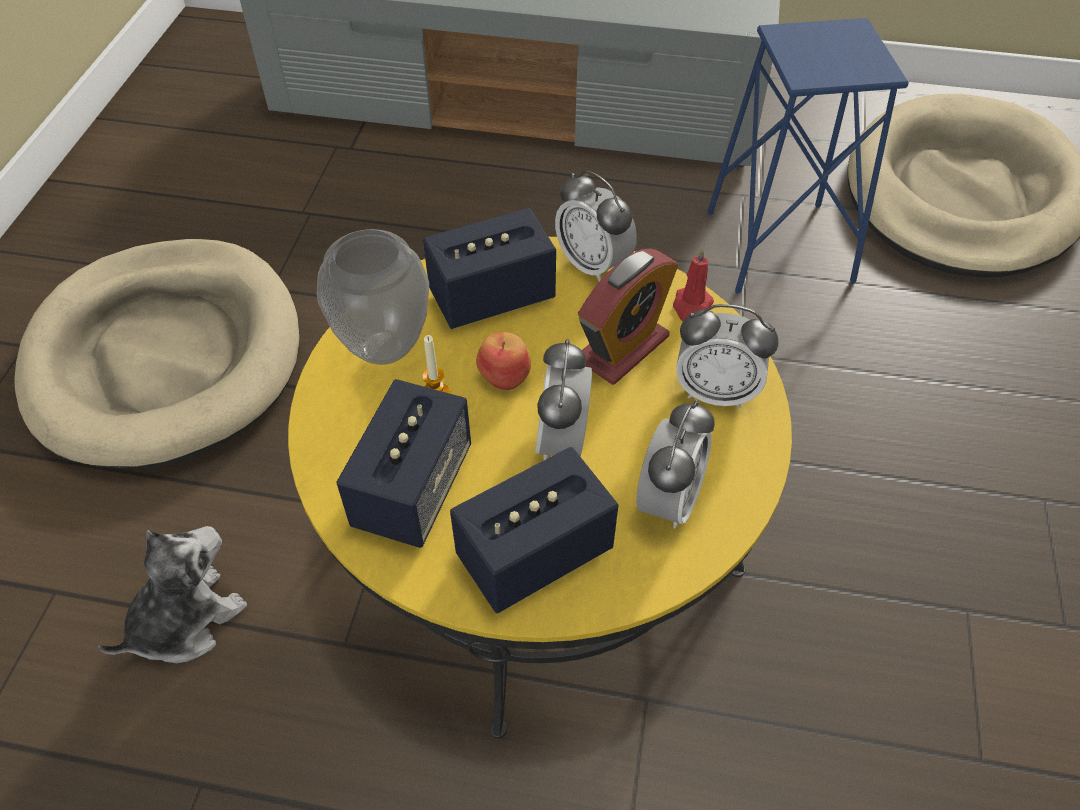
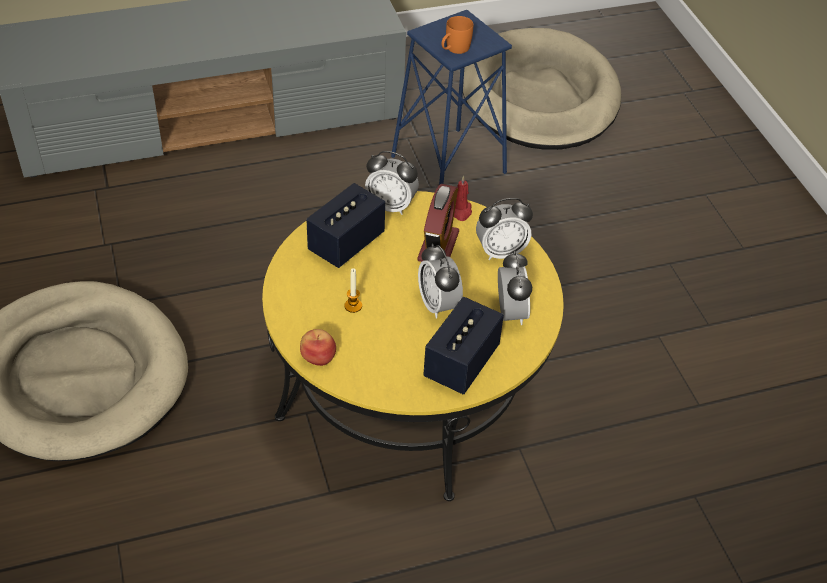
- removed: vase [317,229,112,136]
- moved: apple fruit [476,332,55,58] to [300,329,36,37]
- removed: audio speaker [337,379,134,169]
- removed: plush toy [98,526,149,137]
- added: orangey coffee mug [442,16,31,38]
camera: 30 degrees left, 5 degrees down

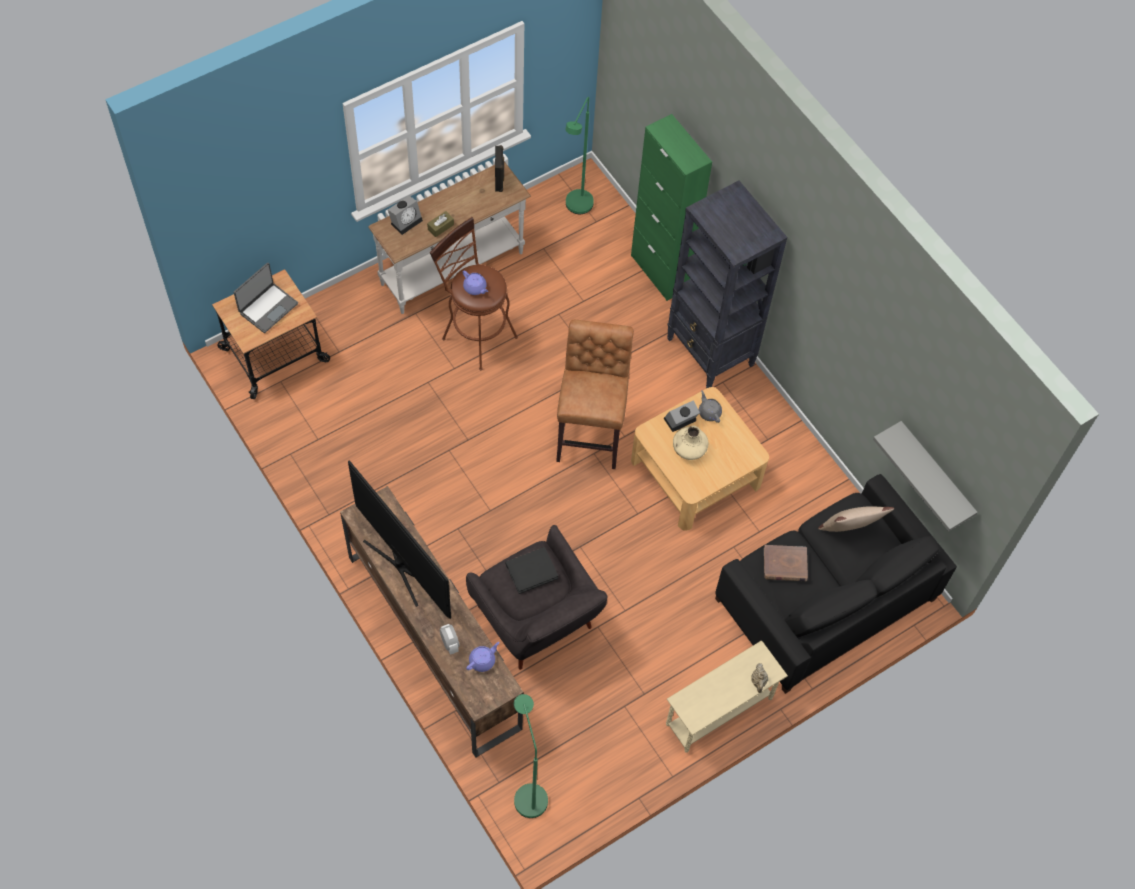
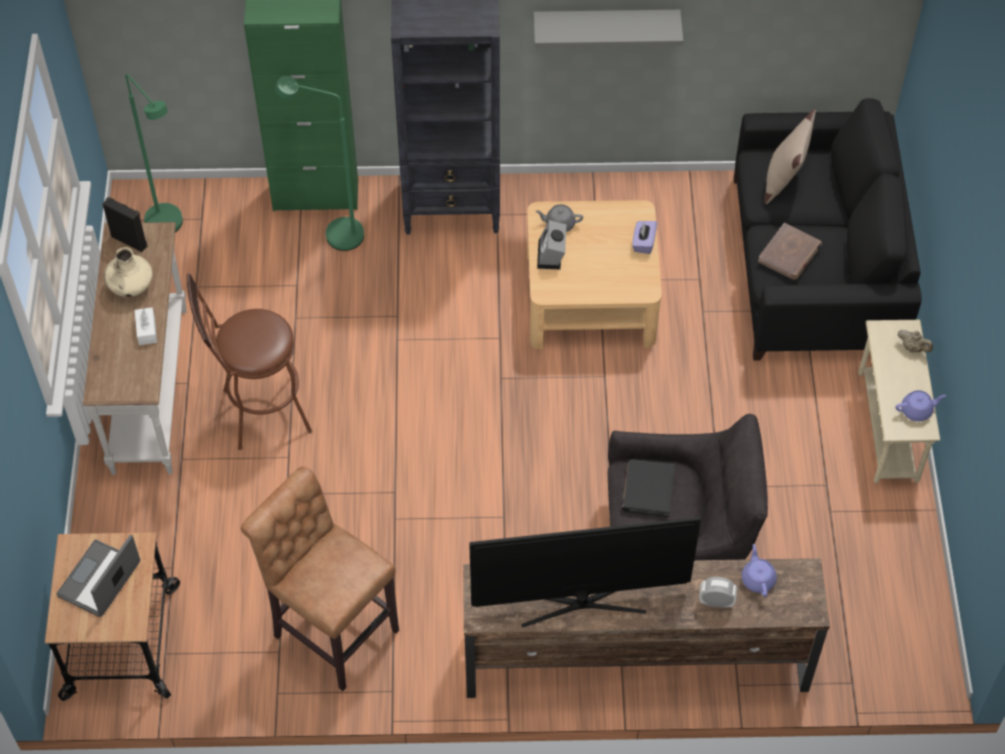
- removed: alarm clock [388,196,35,39]
- recoloured: brown tissue holder [427,211,27,26] to whitish tissue holder [135,307,22,38]
- turned: notebook computer [234,262,64,71] = [56,535,85,82] 135 degrees counterclockwise
- moved: purple-coloured tea pot [463,270,25,25] to [896,390,50,31]
- moved: brown stool [556,320,78,149] to [241,466,158,225]
- moved: gray bracket shelf [873,421,104,110] to [533,10,150,38]
- moved: beige vase [673,426,35,34] to [104,247,49,50]
- moved: greenish floor lamp [514,694,34,124] to [275,76,89,175]
- added: purple-coloured tissue holder [632,221,25,33]
camera: 55 degrees left, 5 degrees down

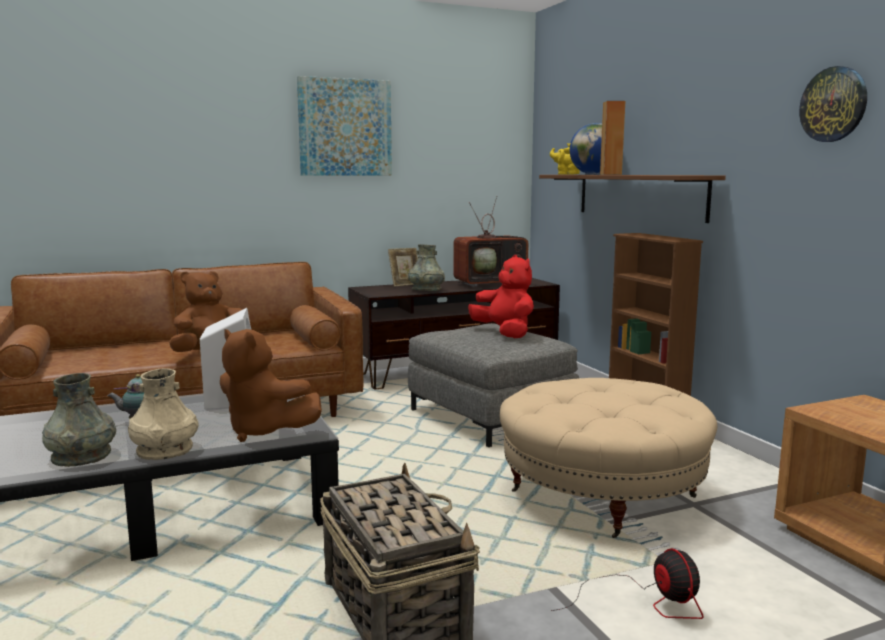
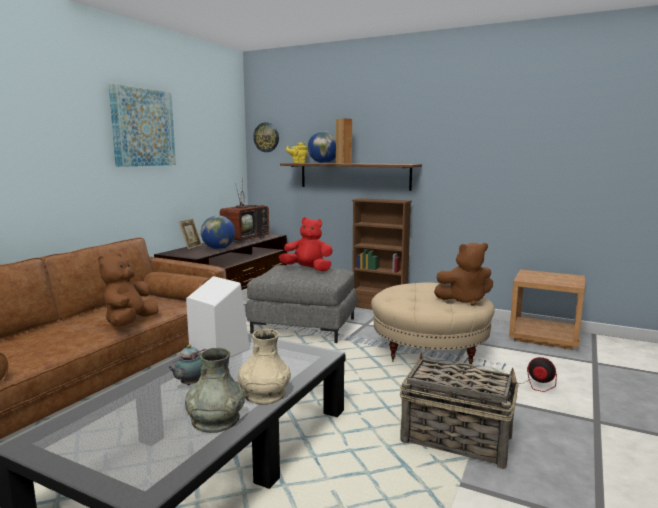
- moved: hanging clock [799,66,68,76] to [253,122,26,30]
- replaced: gray vase [408,244,37,47] to globe [201,215,34,34]
- moved: brown plush toy [220,329,102,113] to [434,243,59,63]
camera: 40 degrees left, 0 degrees up

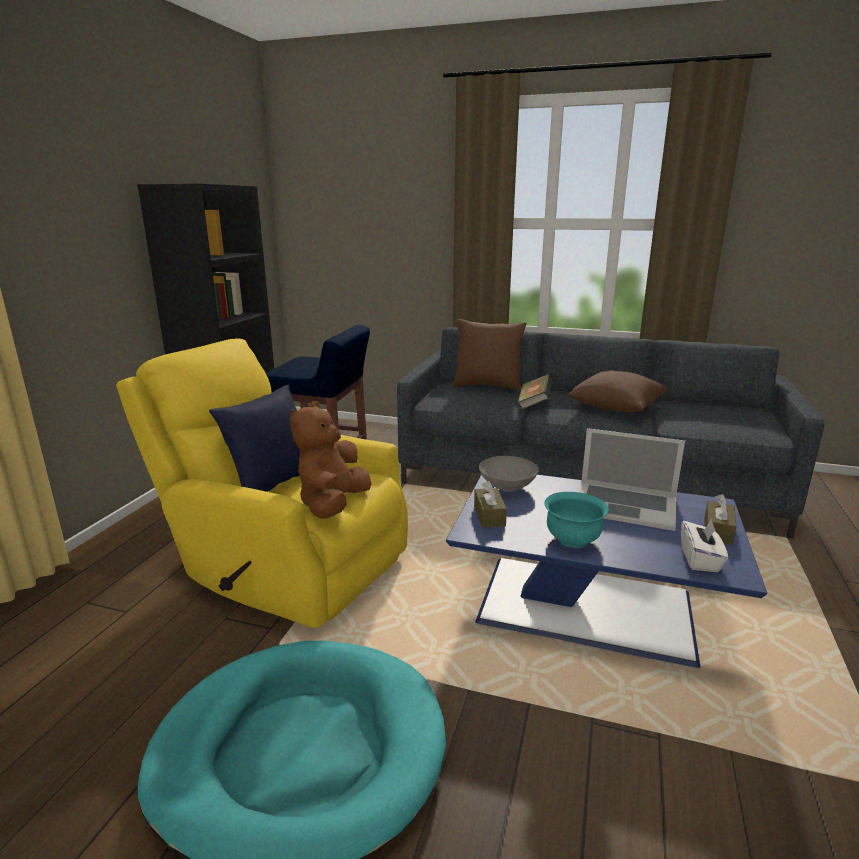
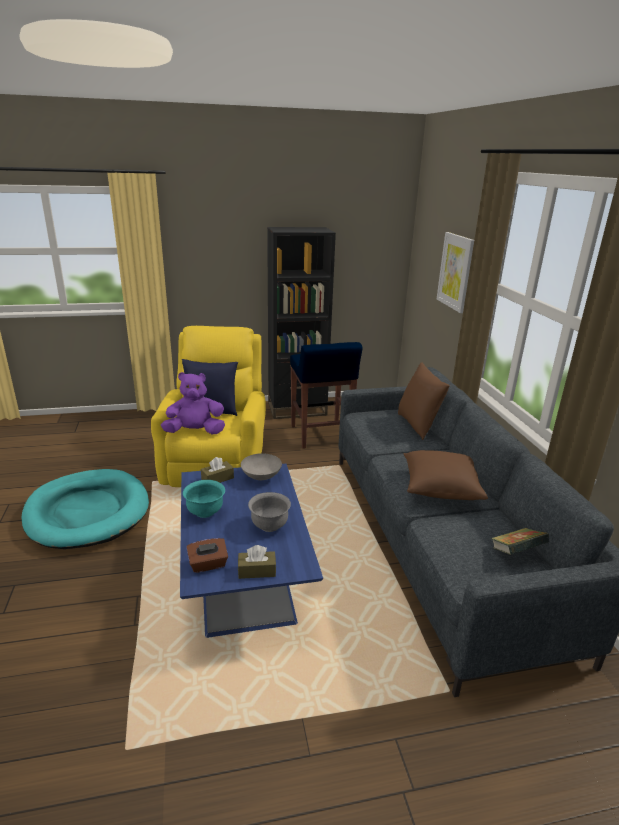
- moved: volume [518,374,34,35] to [491,528,58,27]
- recoloured: brown plush toy [290,401,81,118] to purple-coloured plush toy [161,372,64,62]
- replaced: notebook computer [578,428,107,103] to gray serving bowl [248,492,43,40]
- recoloured: whitish tissue holder [681,520,47,52] to brown tissue holder [186,538,42,35]
- added: picture [437,232,37,81]
camera: 60 degrees right, 5 degrees up

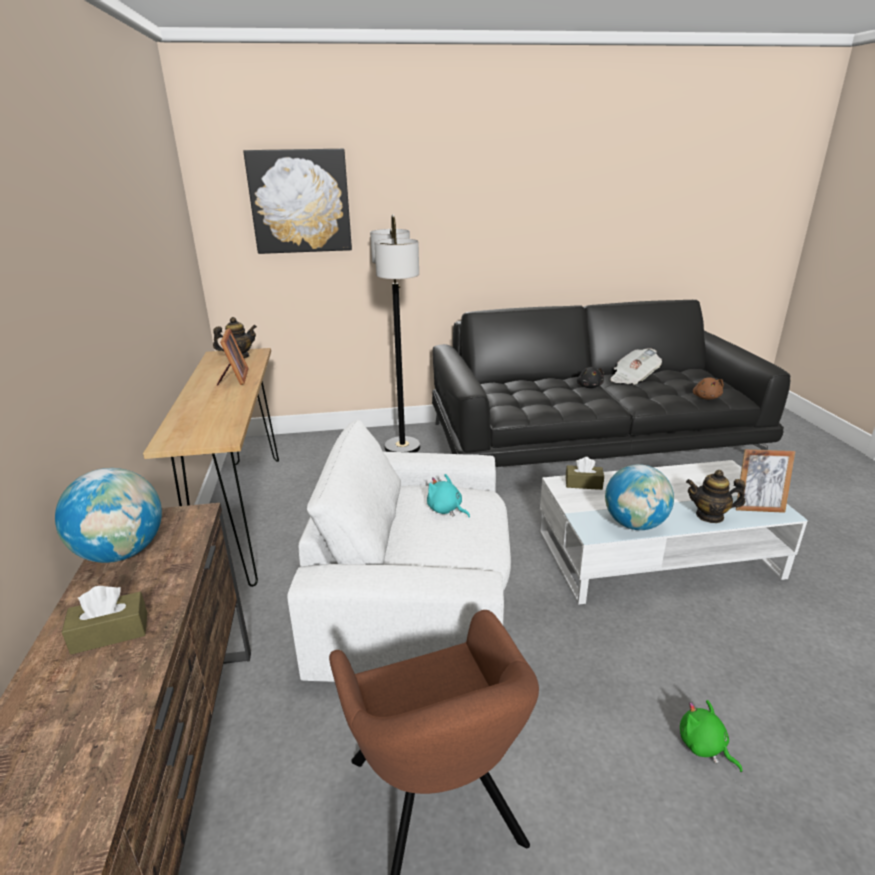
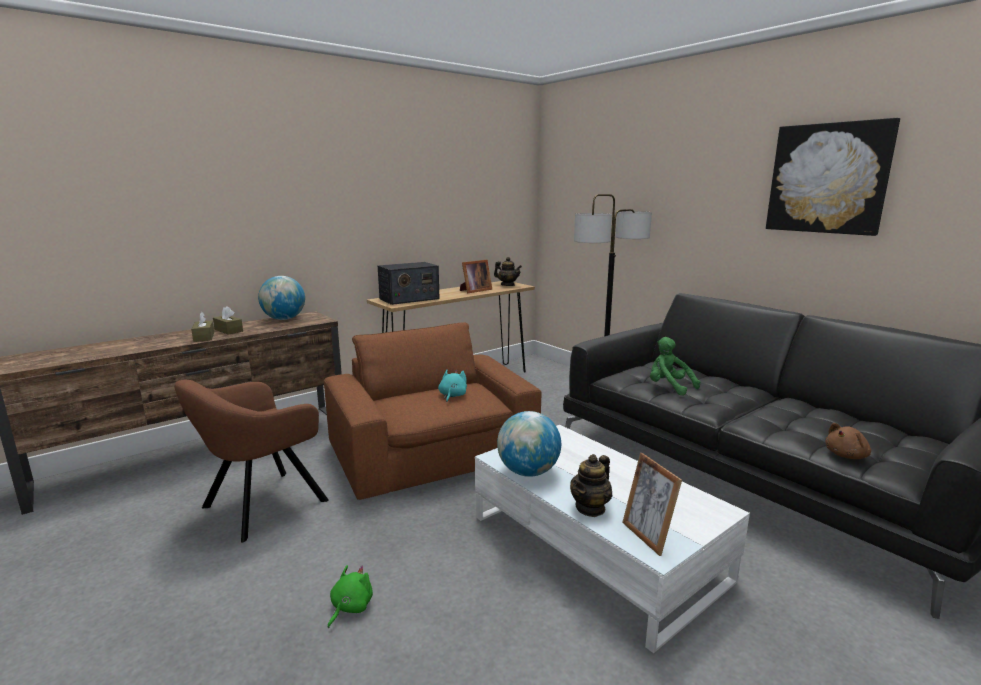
- moved: picture [243,149,109,105] to [766,118,134,118]
- removed: newspaper [610,348,52,37]
- removed: blackish plush toy [577,367,27,21]
- recoloured: whitish easy chair [287,420,224,262] to brown easy chair [324,323,217,177]
- moved: brown tissue holder [566,457,38,33] to [191,312,23,30]
- turned: tea pot [686,470,59,53] = [570,454,43,63] 120 degrees counterclockwise
- added: radio set [378,262,62,43]
- added: greenish plush toy [650,337,50,59]
camera: 60 degrees right, 10 degrees down

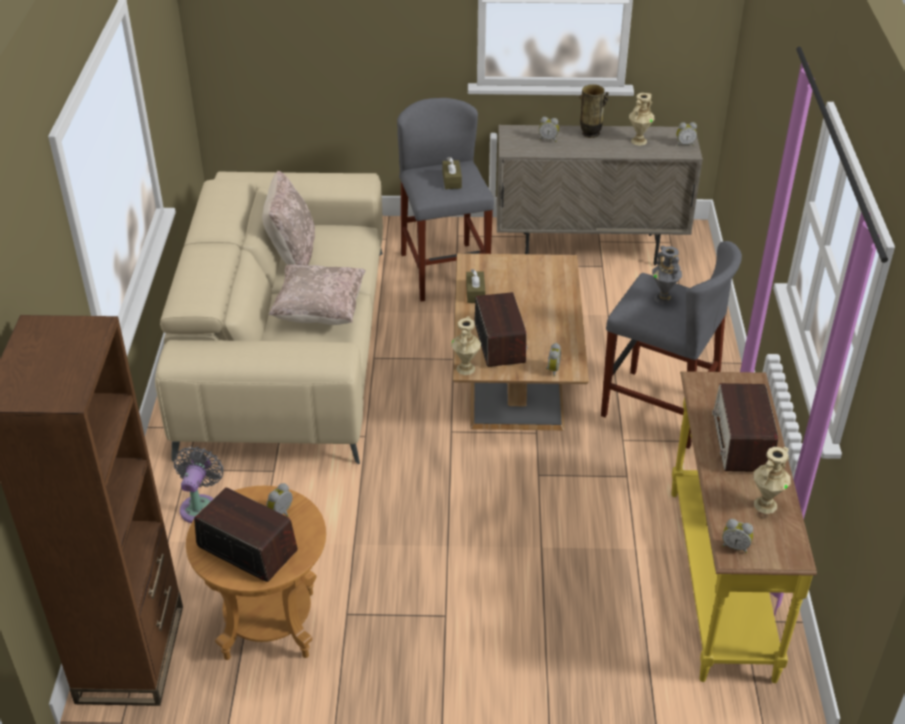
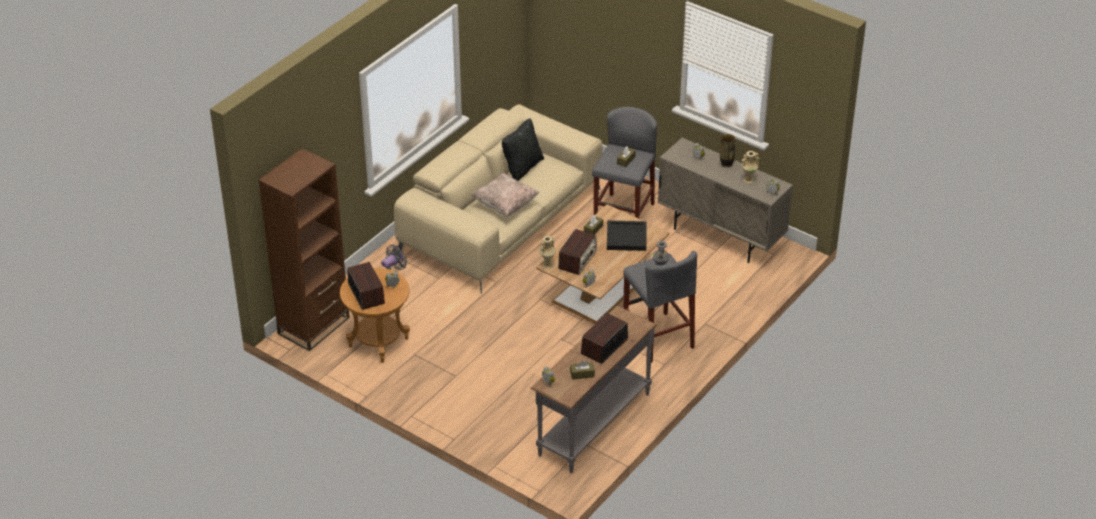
- recoloured: beige throw pillow [262,171,53,94] to blackish throw pillow [502,118,42,63]
- recoloured: yellow hall table [672,371,145,312] to gray hall table [530,306,127,167]
- replaced: beige vase [754,447,37,67] to brown tissue holder [570,361,25,19]
- added: blackish tray [607,220,39,31]
camera: 35 degrees right, 0 degrees up

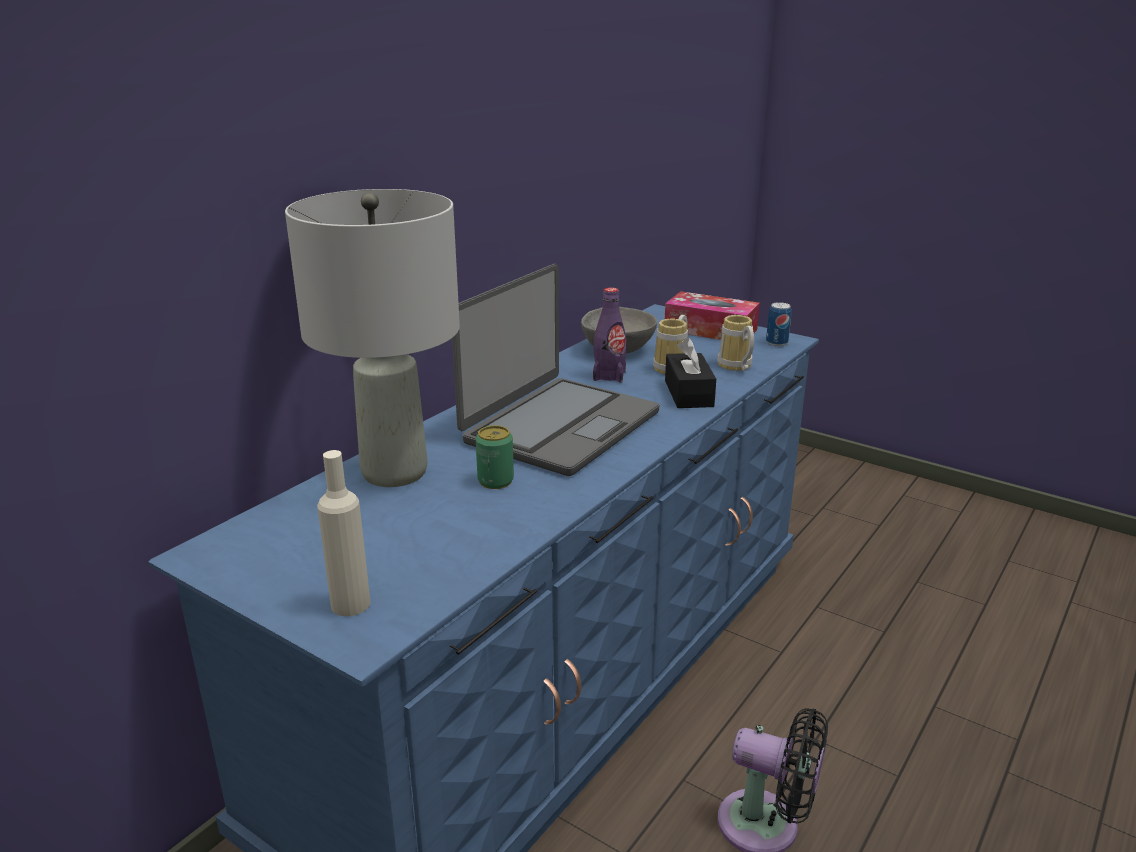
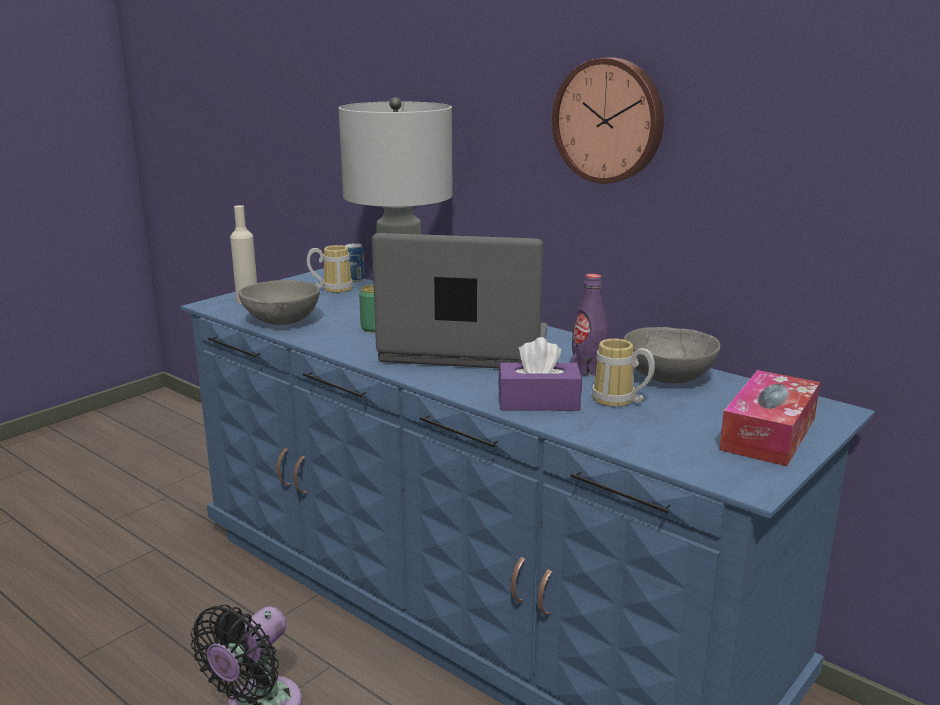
- turned: notebook computer [452,264,207,212] = [372,233,175,135] 150 degrees clockwise
- moved: metal can [766,302,25,44] to [345,243,20,39]
- moved: coffee mug [717,315,37,56] to [307,245,46,48]
- recoloured: blackish tissue holder [665,338,51,70] to purple-coloured tissue holder [498,337,84,74]
- added: hanging clock [552,57,112,127]
- added: gray serving bowl [239,280,81,45]
camera: 95 degrees right, 5 degrees down

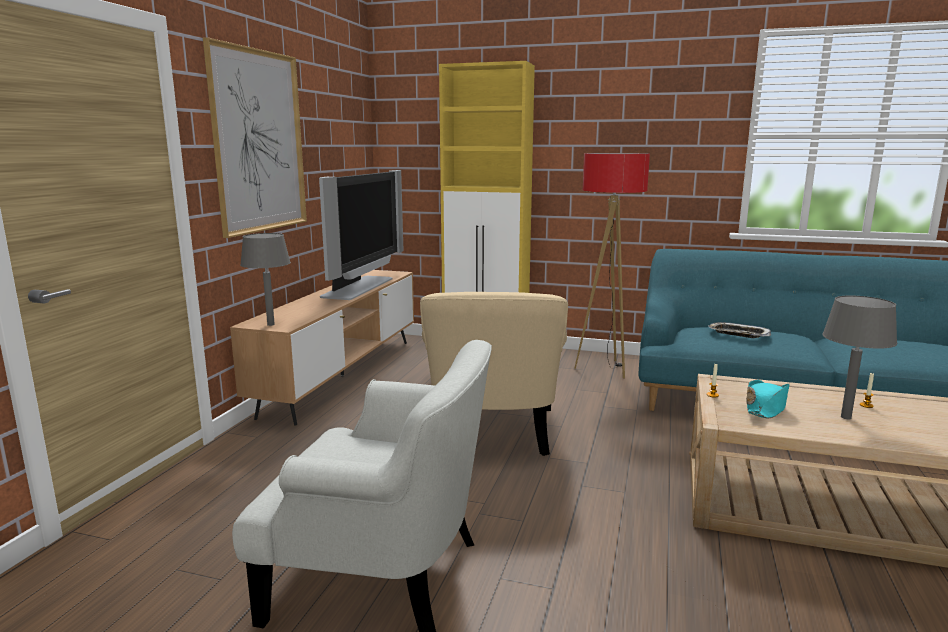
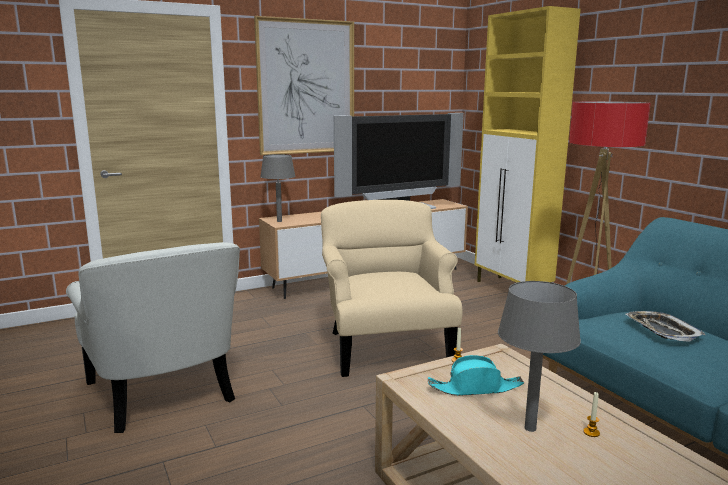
- turned: beige easy chair [420,292,148,164] = [321,200,141,177] 120 degrees clockwise
camera: 45 degrees right, 0 degrees up

